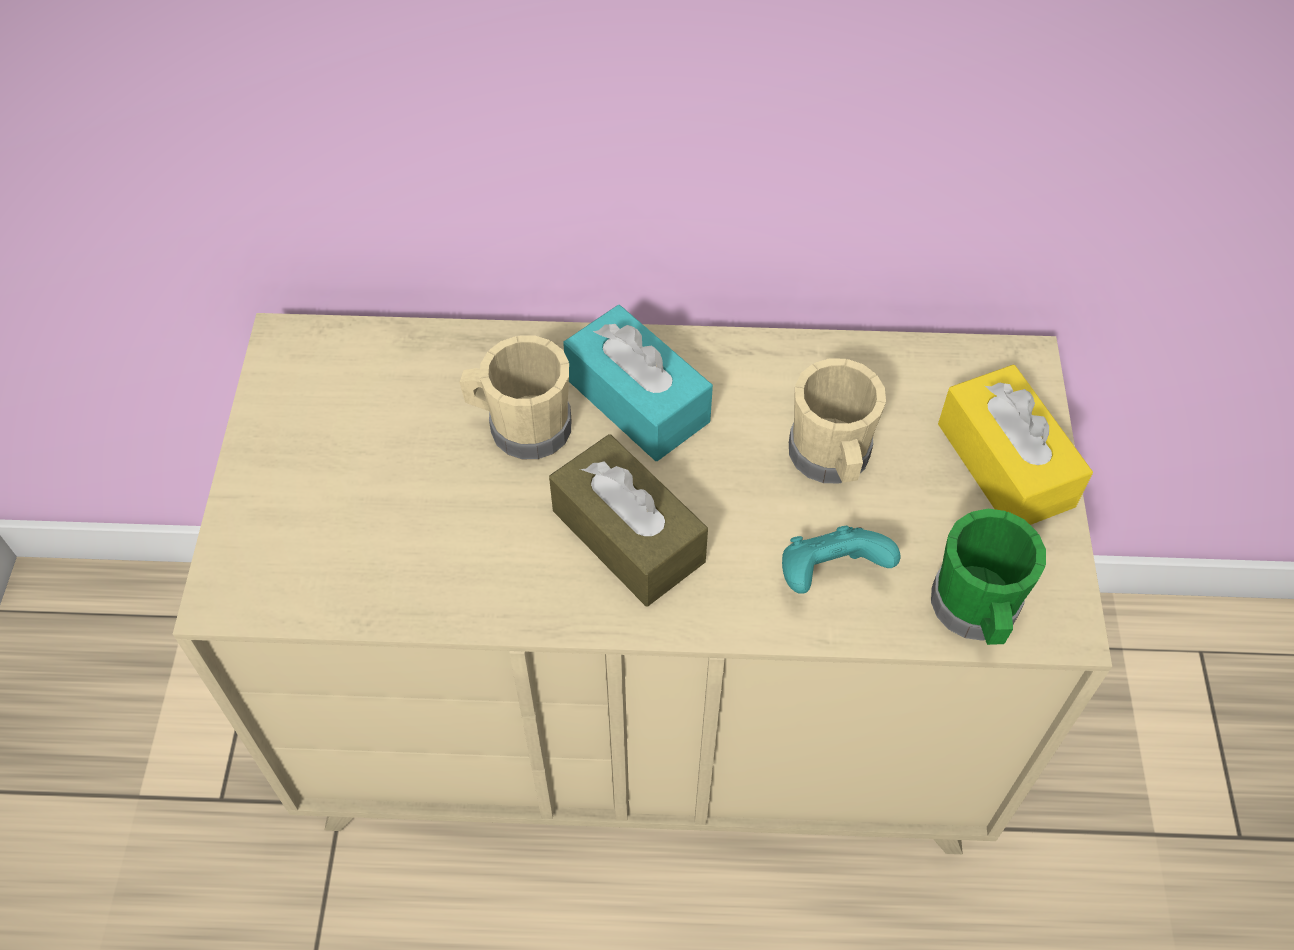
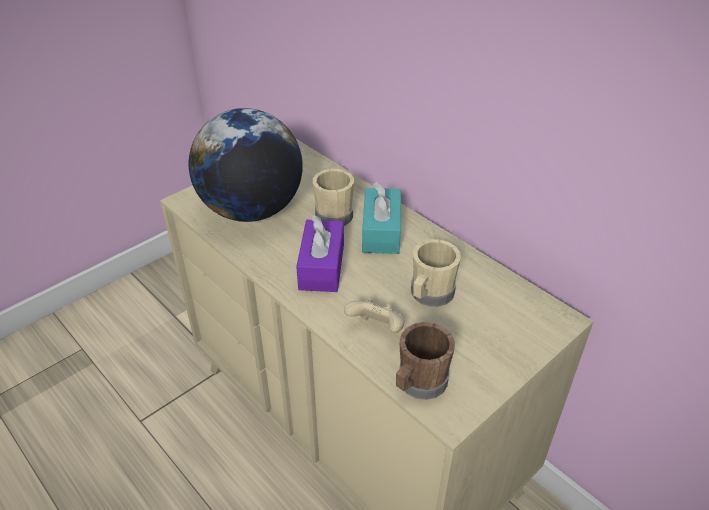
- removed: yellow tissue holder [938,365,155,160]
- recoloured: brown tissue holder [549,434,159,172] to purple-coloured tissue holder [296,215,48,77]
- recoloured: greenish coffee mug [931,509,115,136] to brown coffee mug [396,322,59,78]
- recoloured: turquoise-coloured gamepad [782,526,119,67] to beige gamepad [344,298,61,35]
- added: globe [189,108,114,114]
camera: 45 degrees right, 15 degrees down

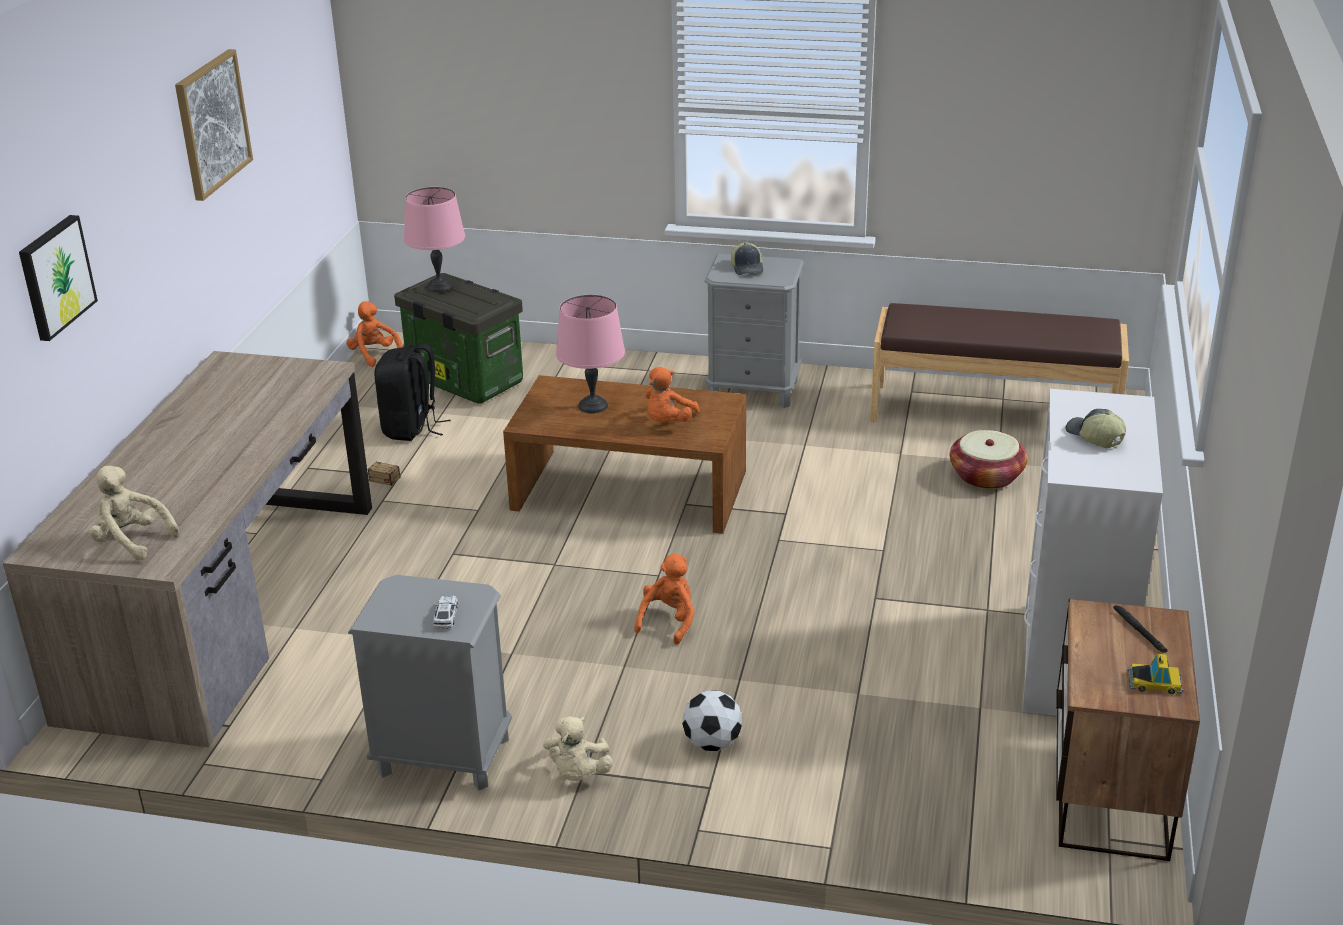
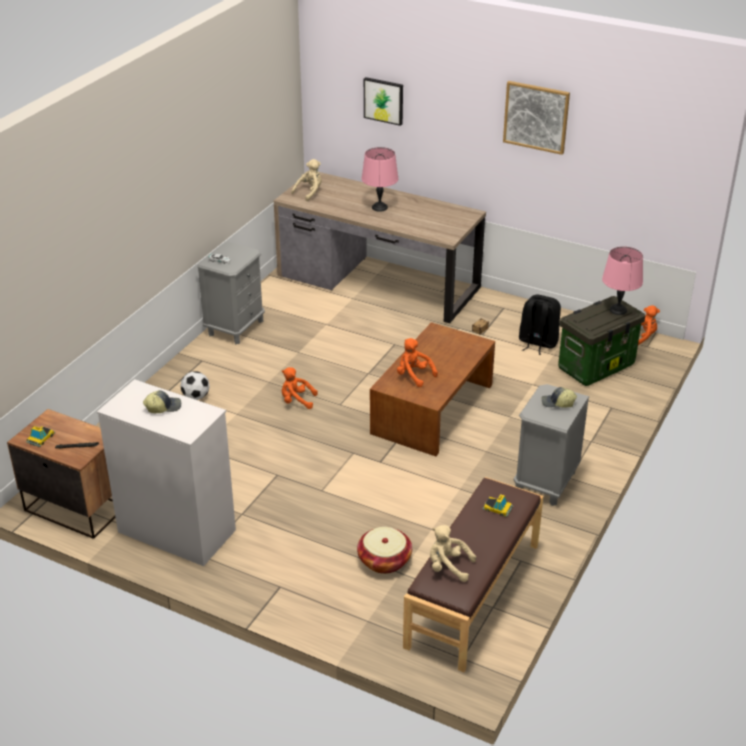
- moved: pink-coloured lamp for a table [556,295,69,118] to [361,147,37,65]
- turned: orangey plush toy [634,554,61,91] = [282,367,36,42] 150 degrees clockwise
- moved: beige plush toy [543,716,70,65] to [430,525,46,57]
- added: model car [483,494,30,23]
camera: 105 degrees right, 5 degrees up

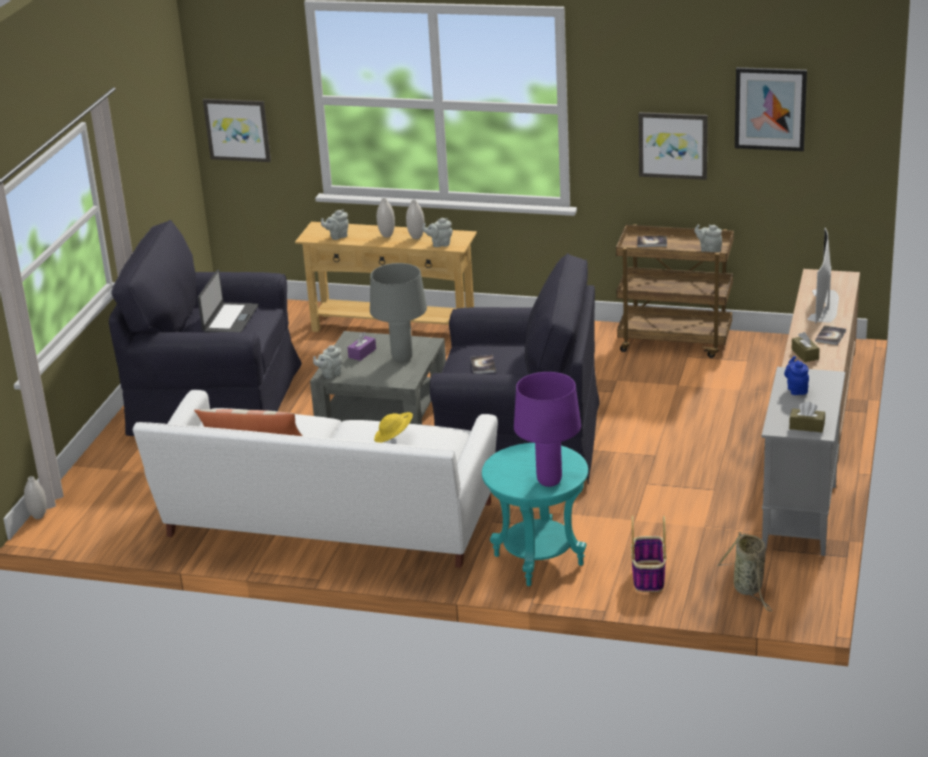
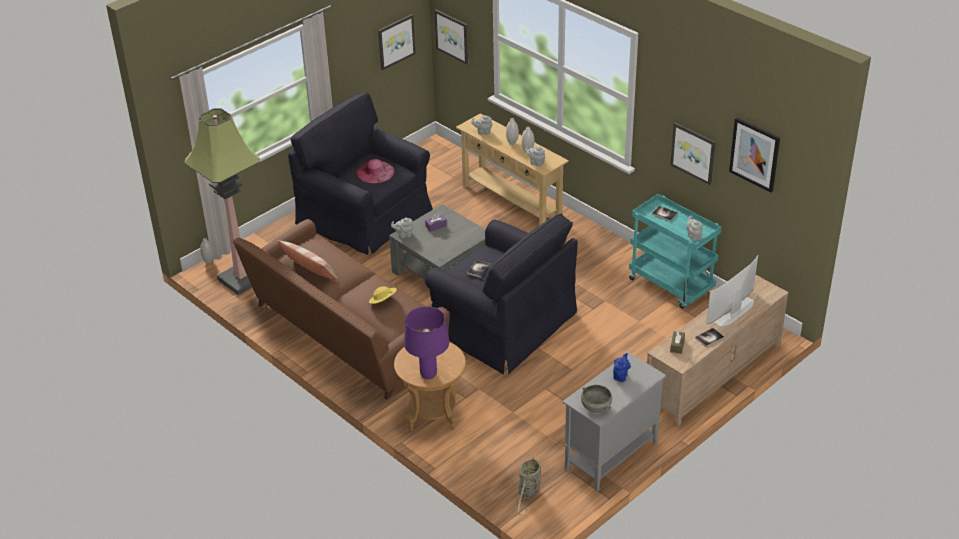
- recoloured: brown trolley [616,224,118,134] to turquoise-coloured trolley [629,194,93,115]
- removed: gray lamp for a table [370,263,57,99]
- replaced: notebook computer [198,270,60,62] to pink-coloured hat [357,159,38,24]
- recoloured: whitish couch [132,390,366,178] to brown couch [233,219,217,181]
- replaced: brown tissue holder [789,401,36,31] to gray serving bowl [581,385,31,28]
- recoloured: turquoise-coloured accent table [482,443,106,143] to brown accent table [394,342,72,89]
- removed: basket [631,515,35,77]
- added: picture [378,14,38,56]
- added: floor lamp [184,108,76,187]
camera: 30 degrees right, 10 degrees up

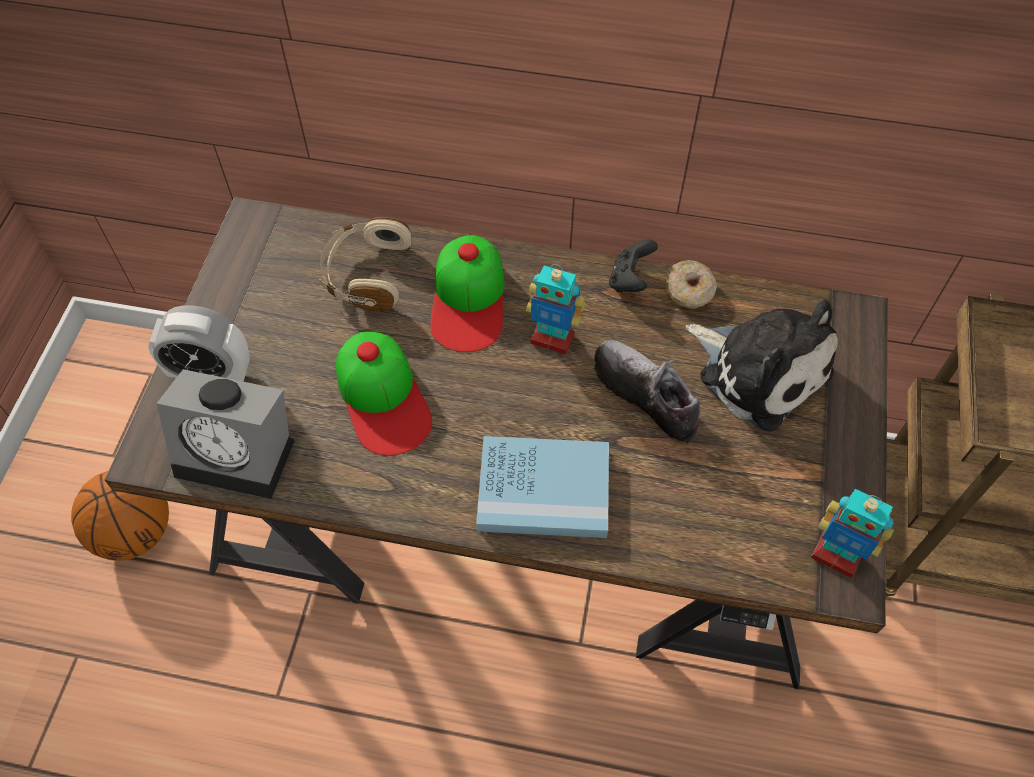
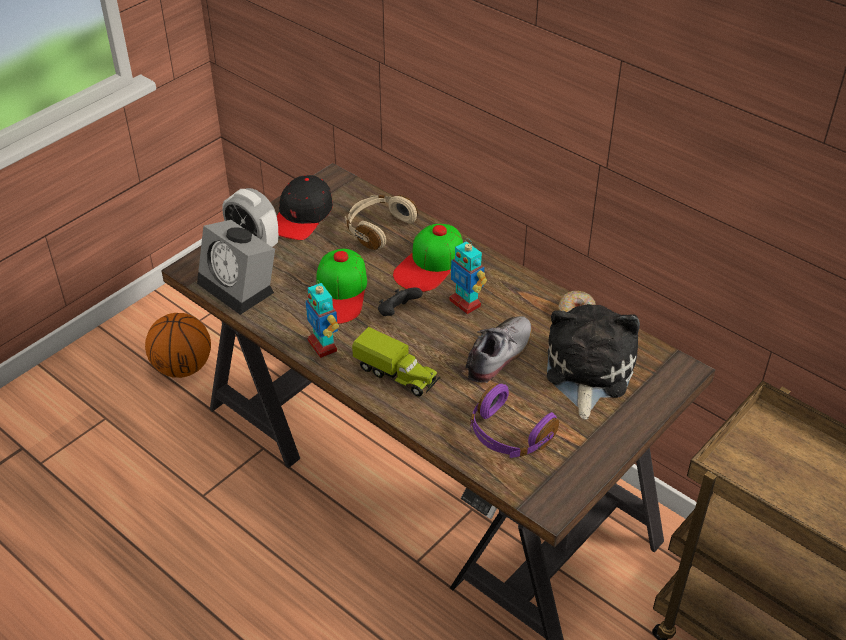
- moved: blackish gamepad [609,239,49,53] to [378,287,45,29]
- turned: plush toy [686,299,152,133] = [547,304,93,116] 150 degrees counterclockwise
- turned: item of footwear [594,340,106,104] = [465,316,67,67] 45 degrees clockwise
- replaced: blue volume [476,436,133,102] to toy lorry [352,327,89,70]
- moved: model robot [811,489,82,89] to [306,280,33,78]
- added: blackish peaked cap [277,175,56,65]
- added: purple-coloured headphones [470,383,89,75]
camera: 30 degrees right, 15 degrees down

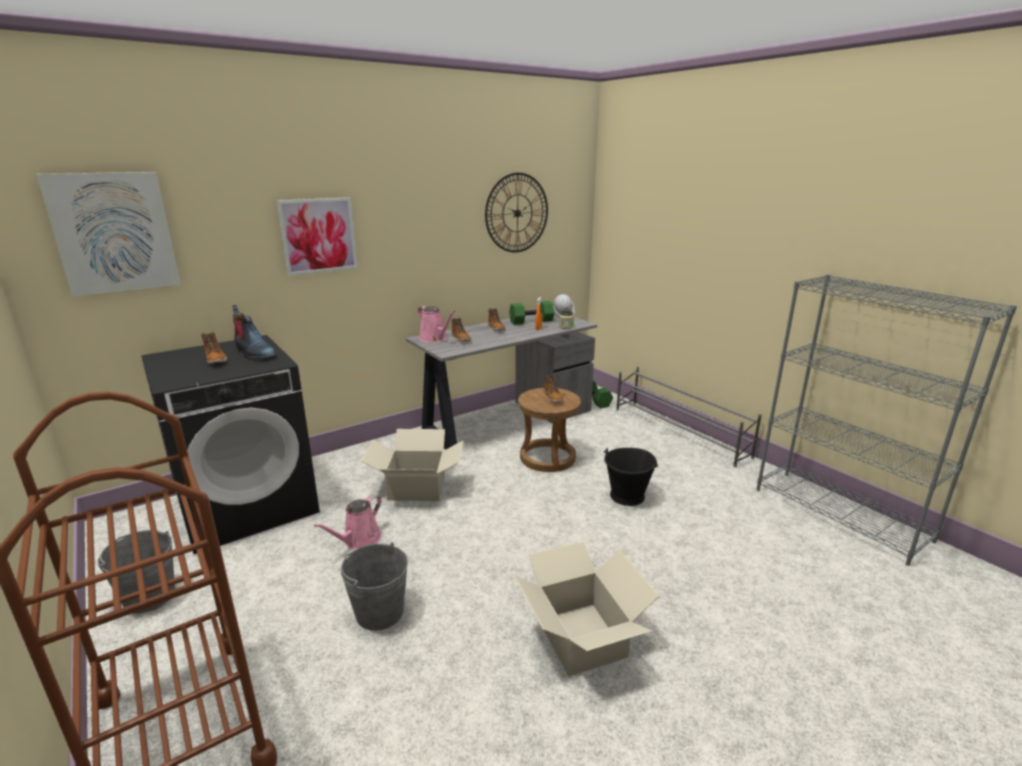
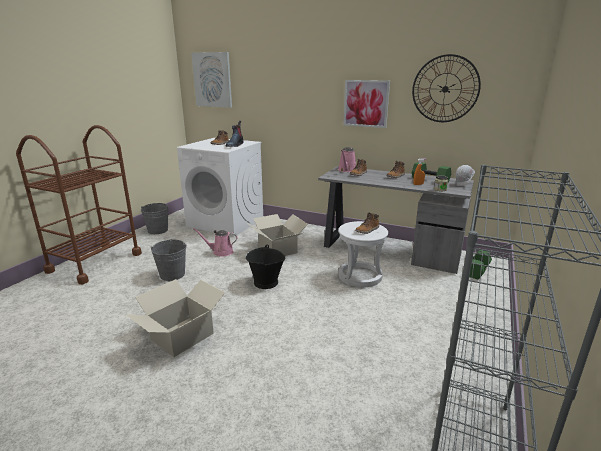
- moved: picture [277,197,81,79] to [343,80,47,48]
- recoloured: blackish laundry machine [141,335,179,219] to whitish laundry machine [177,138,86,99]
- removed: gray shoe shelf [616,366,146,101]
- recoloured: brown stool [518,388,63,84] to whitish stool [338,221,50,66]
- moved: blackish pail [604,448,54,58] to [246,245,40,44]
camera: 60 degrees right, 0 degrees up

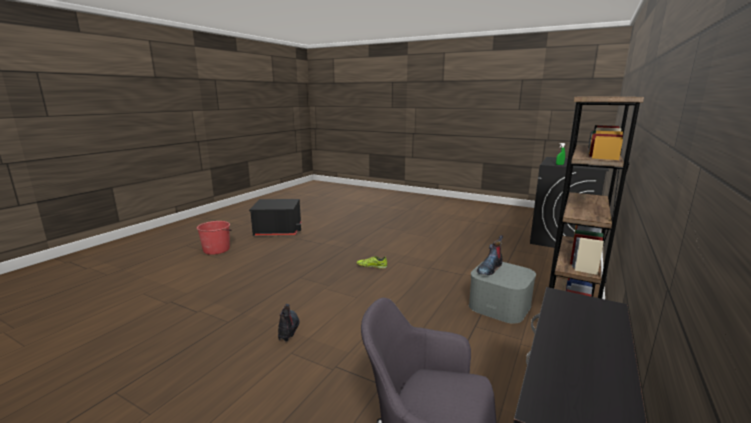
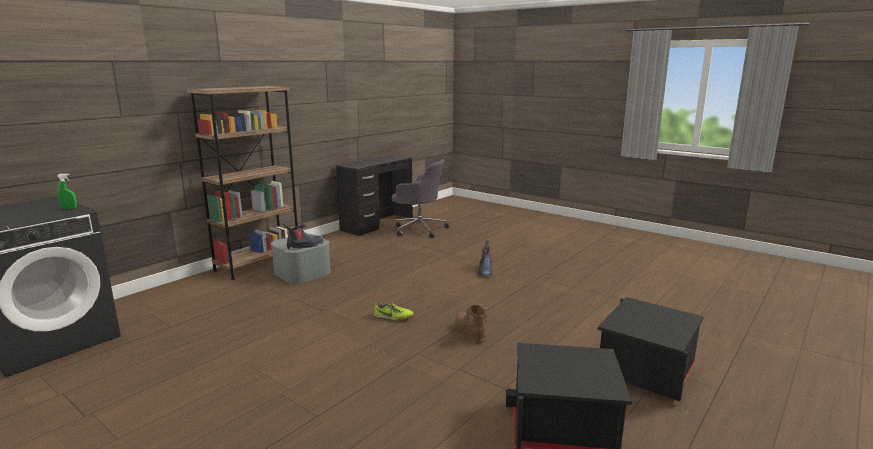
- replaced: red pail [197,221,35,34] to blackish storage container [597,297,107,104]
- added: brown tall boot [455,305,32,36]
camera: 170 degrees left, 0 degrees up

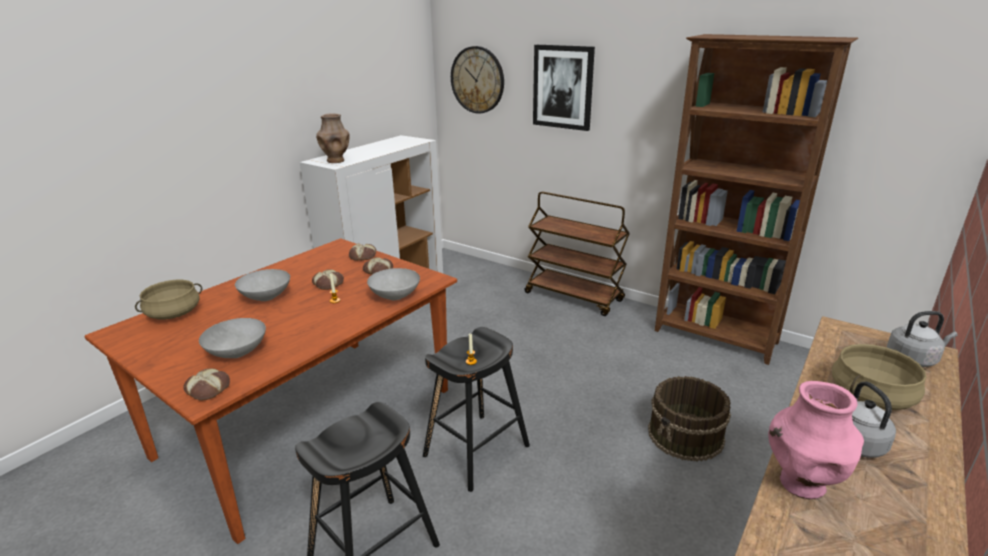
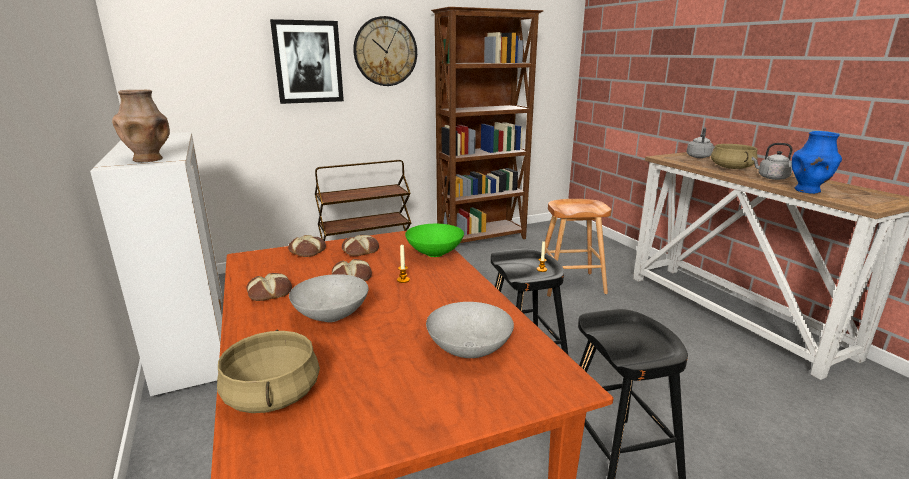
- moved: hanging clock [451,46,53,68] to [353,16,64,70]
- recoloured: gray serving bowl [367,268,53,32] to greenish serving bowl [405,224,59,33]
- moved: baked bread [183,368,47,32] to [247,273,45,28]
- replaced: brown pail [648,376,83,86] to brown stool [545,199,66,98]
- recoloured: pink-coloured vase [768,381,96,118] to blue vase [792,131,50,63]
camera: 60 degrees left, 5 degrees down

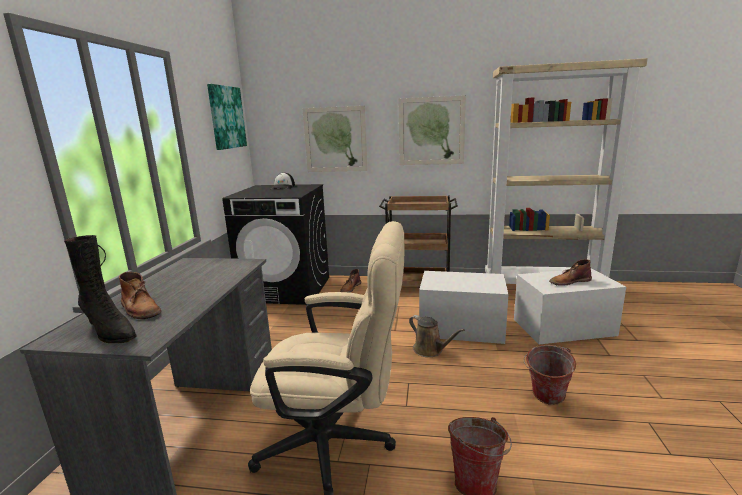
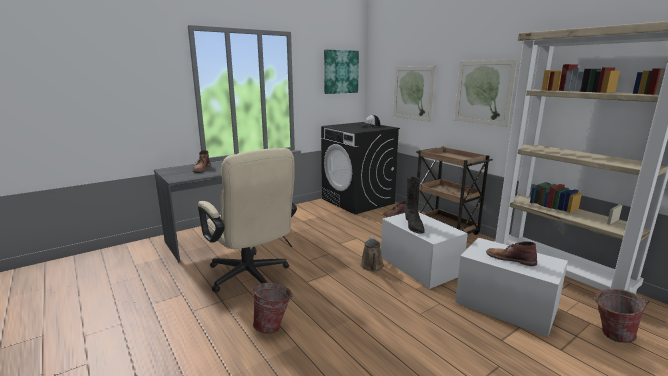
- moved: blackish tall boot [64,235,73,108] to [404,177,21,57]
- moved: pail [524,345,52,60] to [594,289,53,54]
camera: 45 degrees right, 0 degrees up

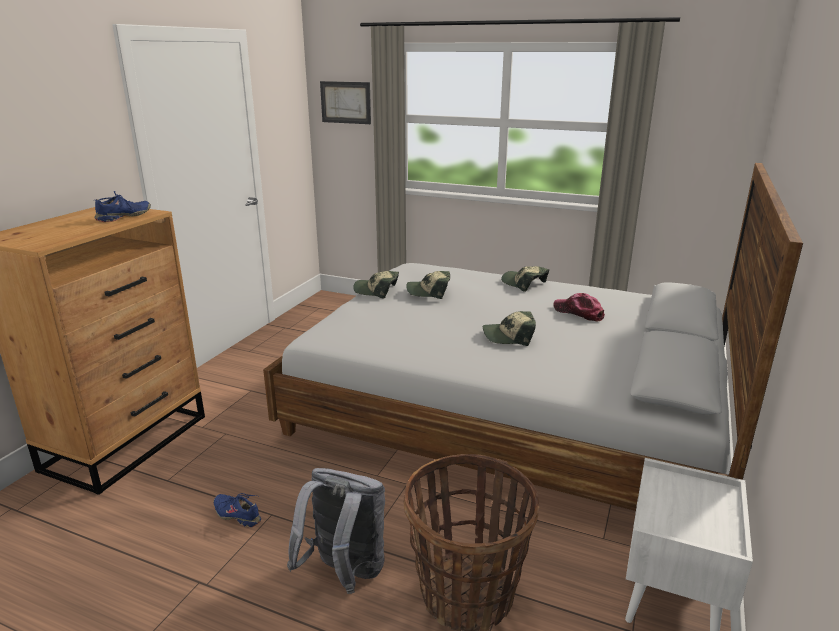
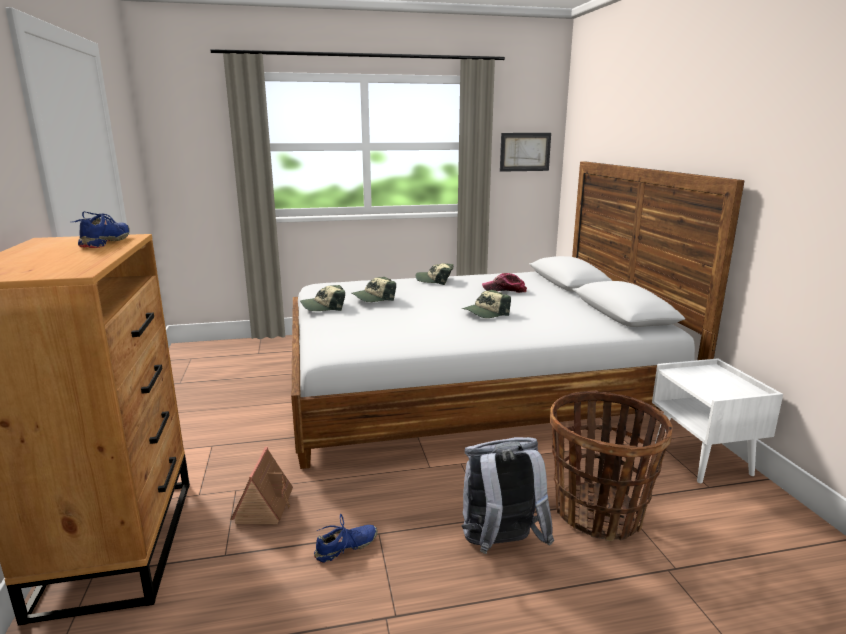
- moved: picture [320,81,51,43] to [500,133,51,39]
- turned: blue item of footwear [213,493,48,34] = [314,514,64,49] 150 degrees clockwise
- added: miniature house [230,447,63,77]
camera: 35 degrees left, 5 degrees down

